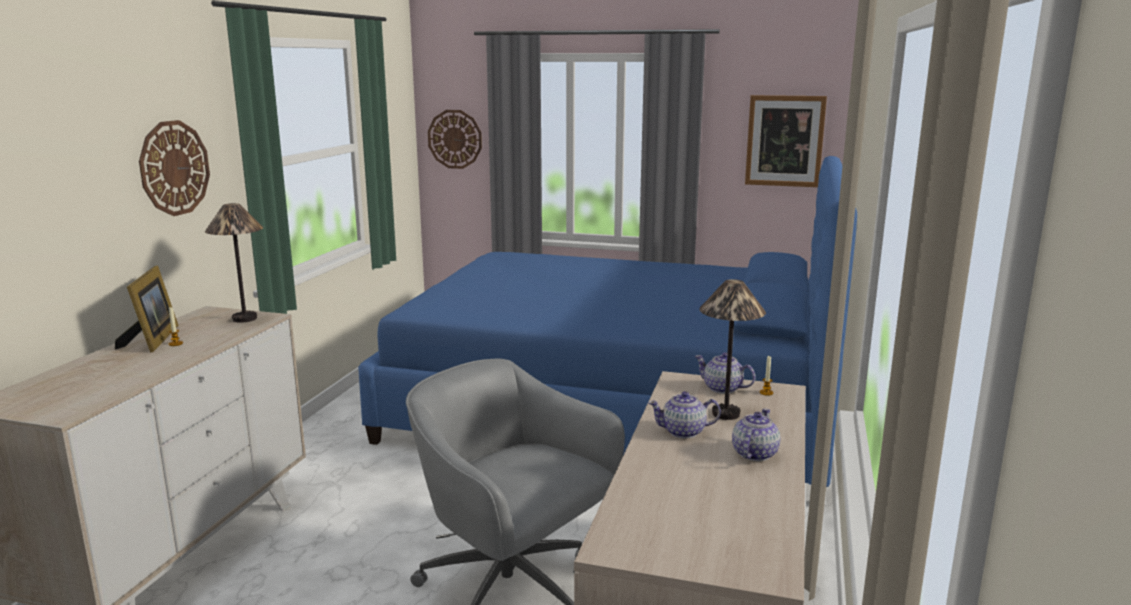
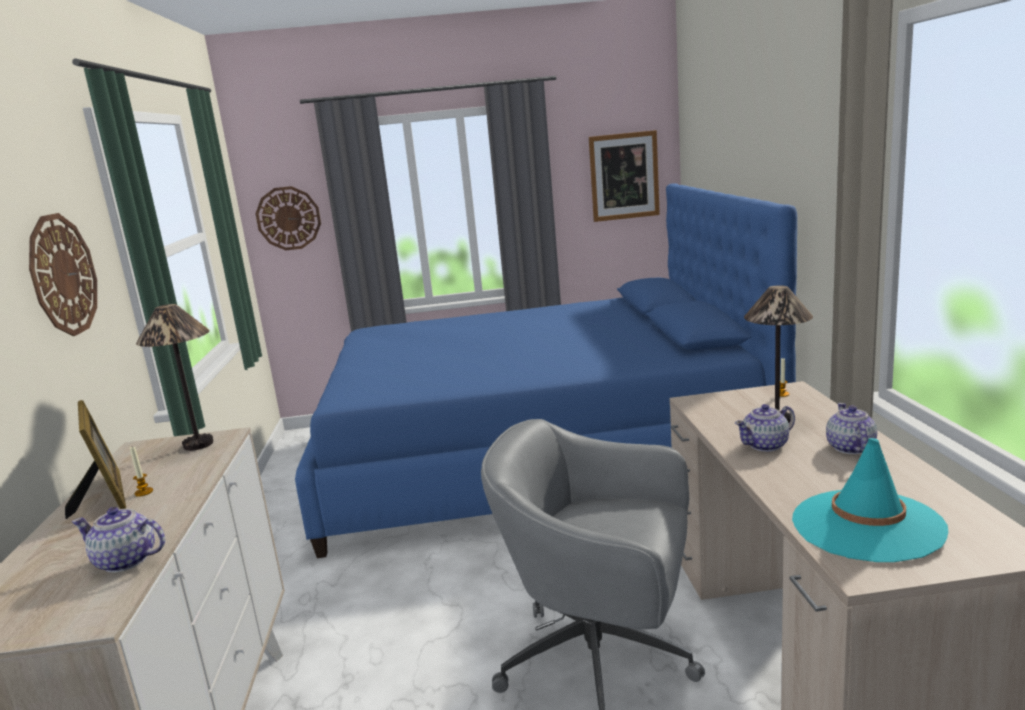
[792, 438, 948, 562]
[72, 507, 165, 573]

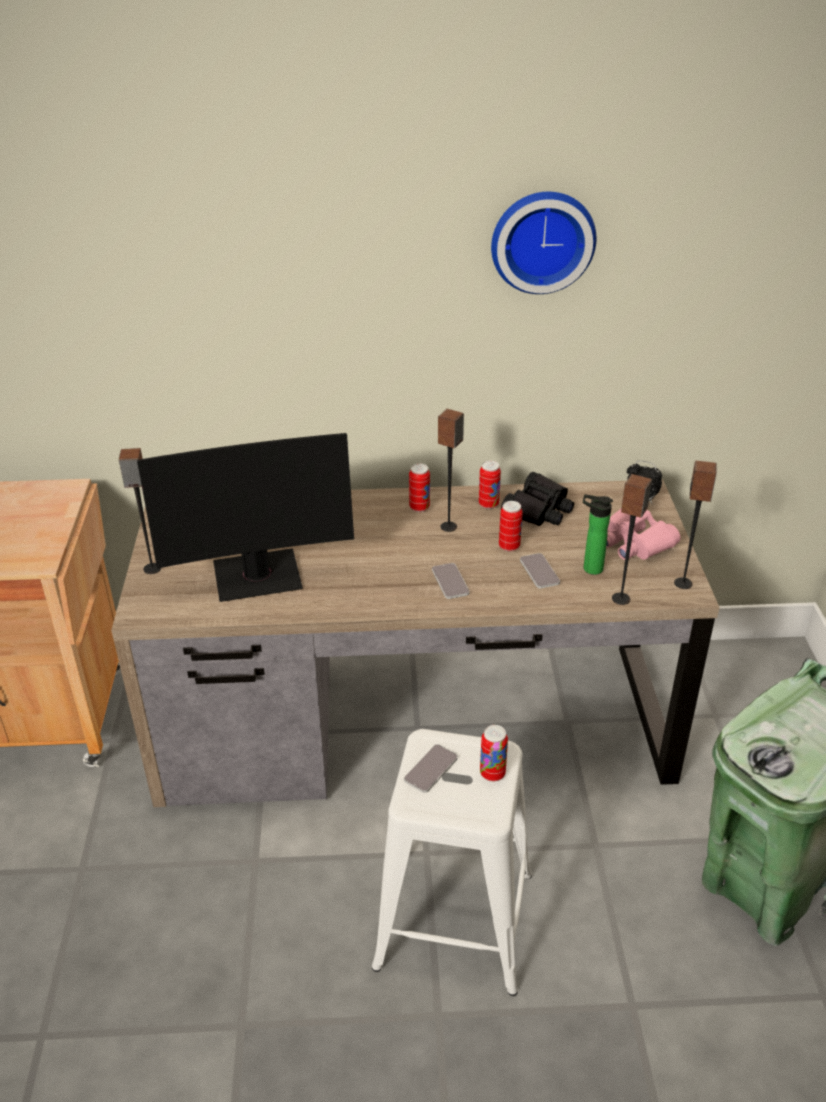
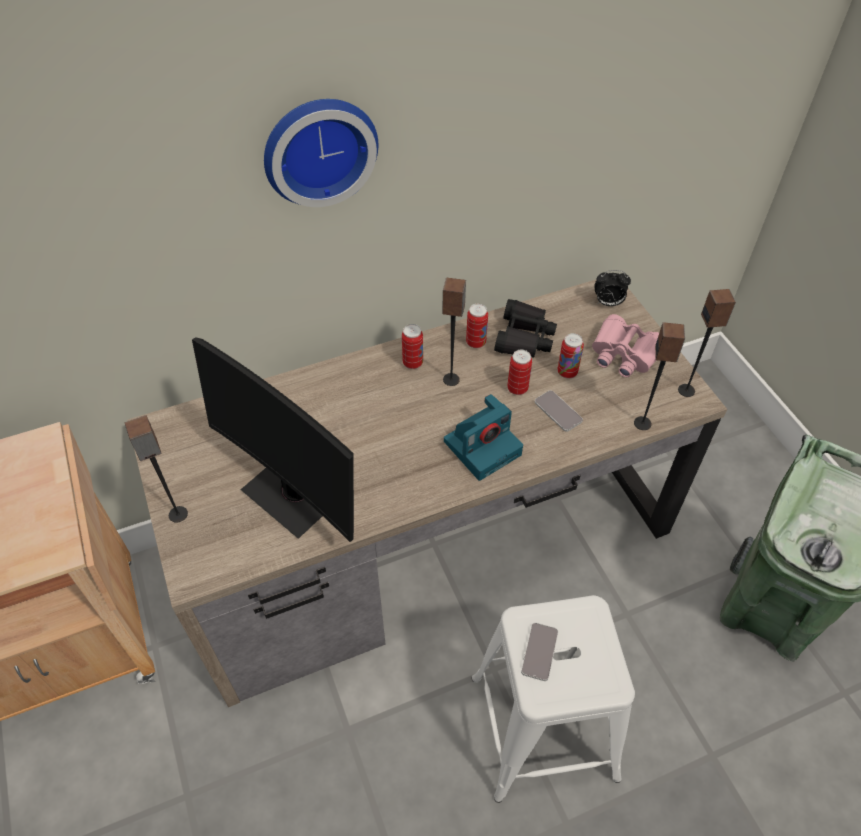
[583, 494, 613, 575] (first image)
[557, 333, 584, 379]
[264, 99, 378, 207]
[444, 394, 523, 481]
[192, 337, 354, 542]

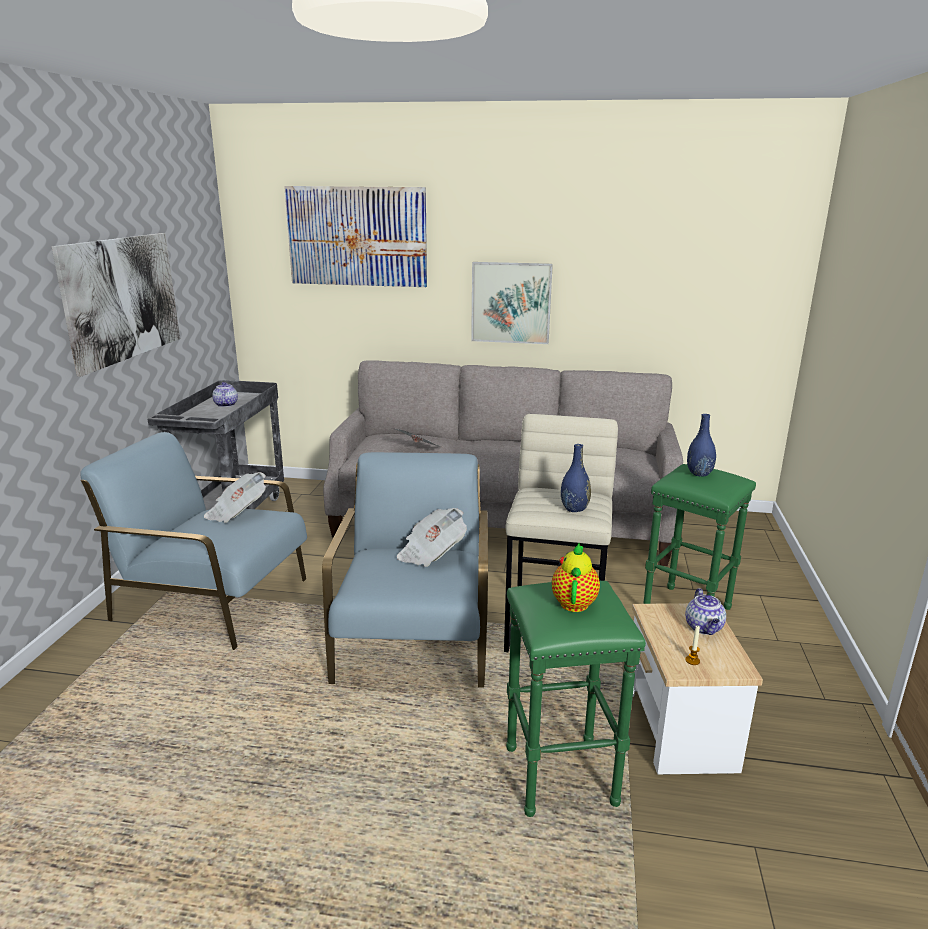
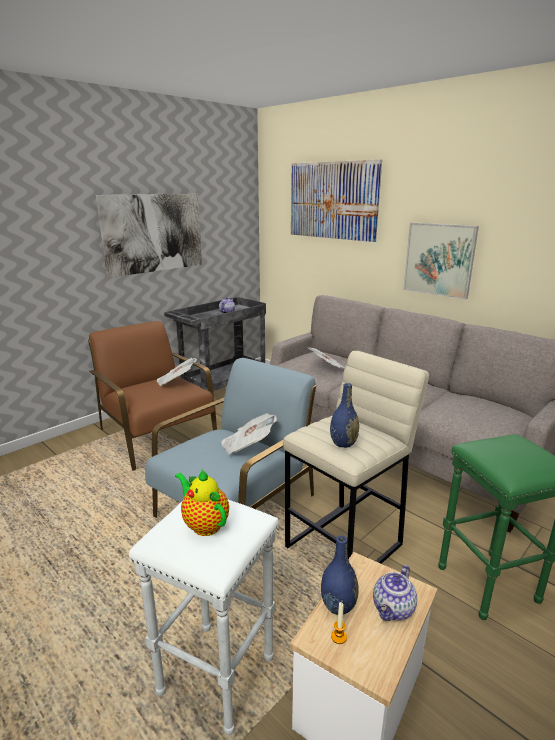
[321, 535, 359, 615]
[88, 321, 217, 471]
[129, 500, 279, 736]
[175, 469, 229, 536]

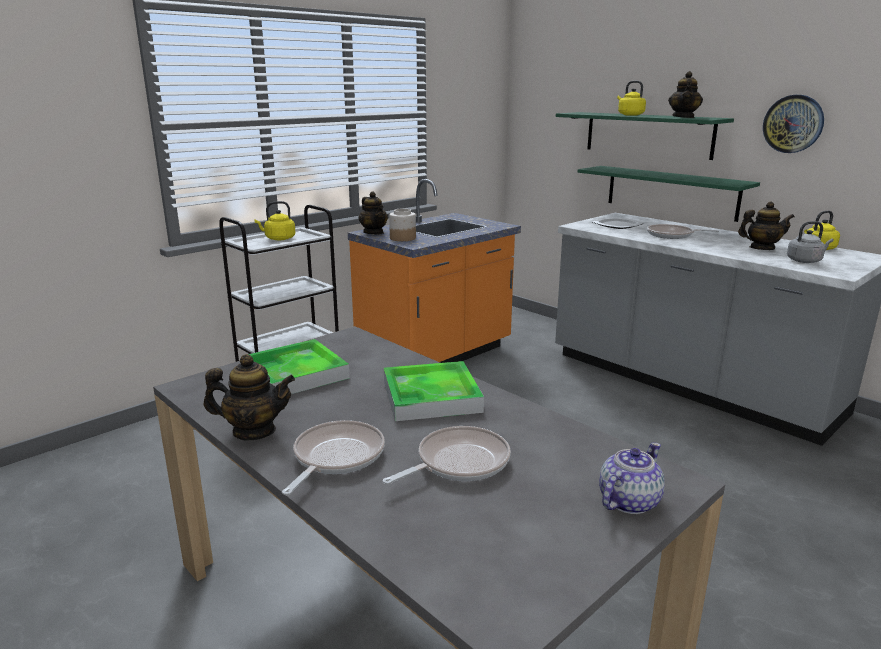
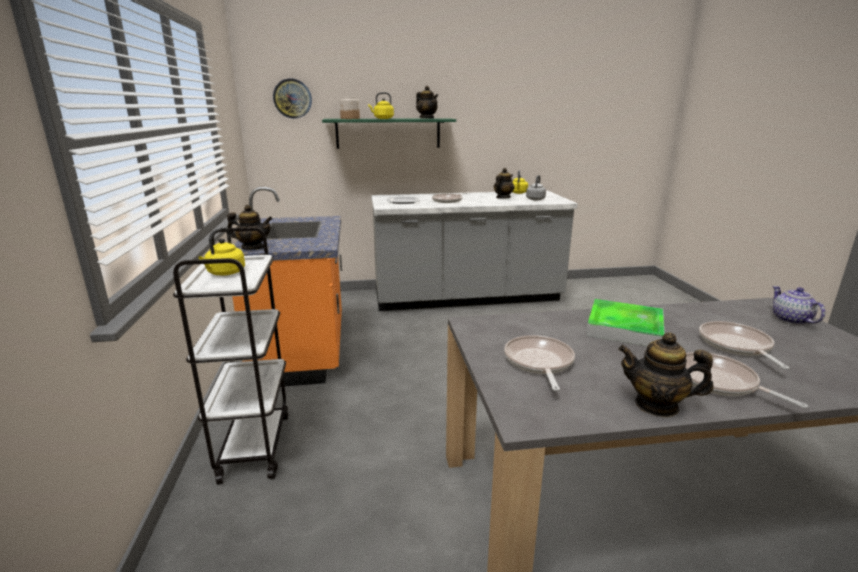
[578, 166, 760, 222] (first image)
[340, 96, 360, 119]
[273, 78, 312, 119]
[504, 335, 575, 391]
[618, 332, 713, 417]

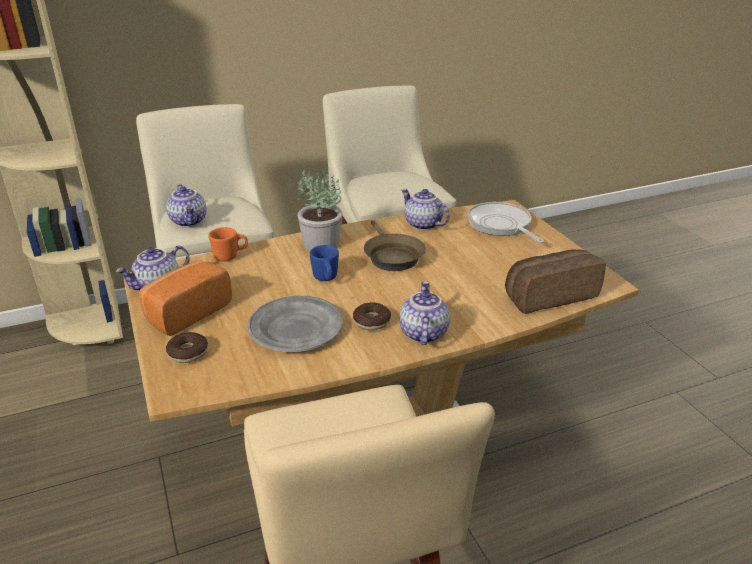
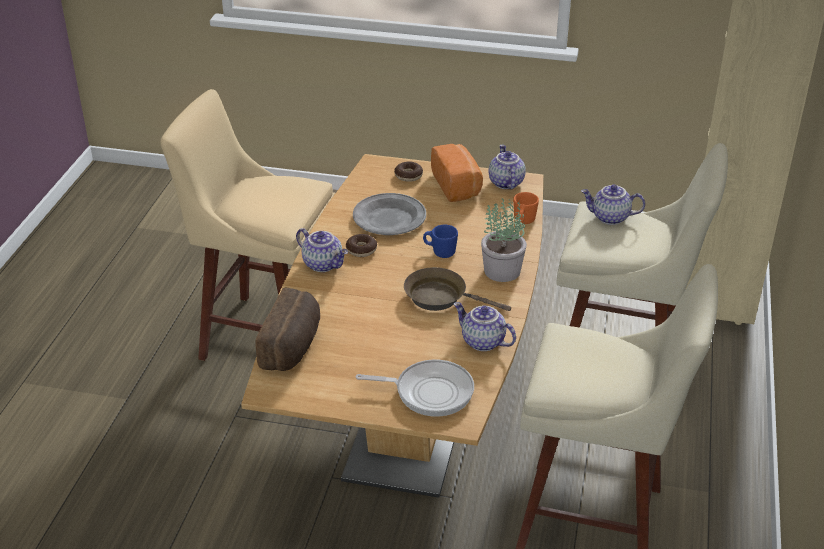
[454, 302, 516, 351]

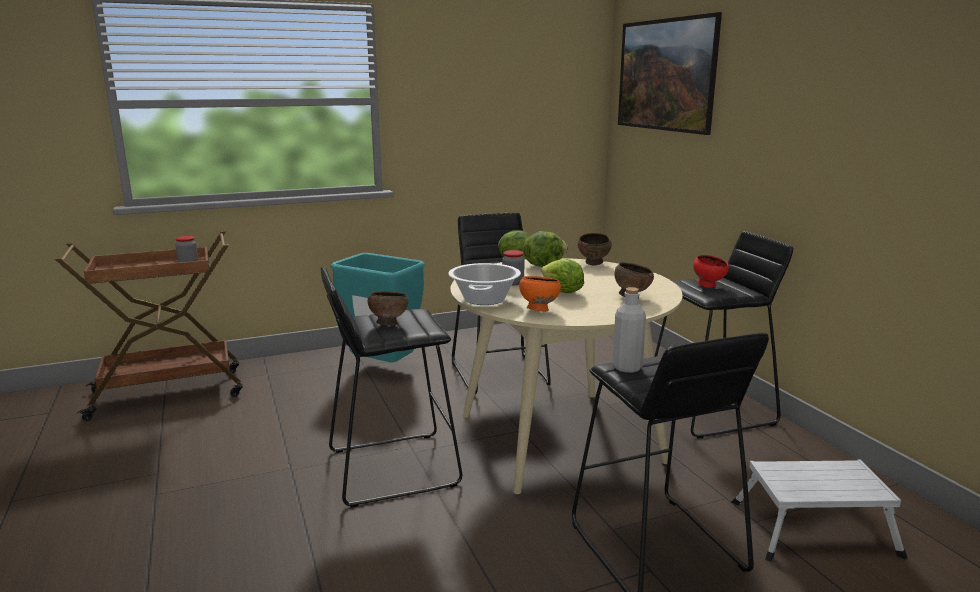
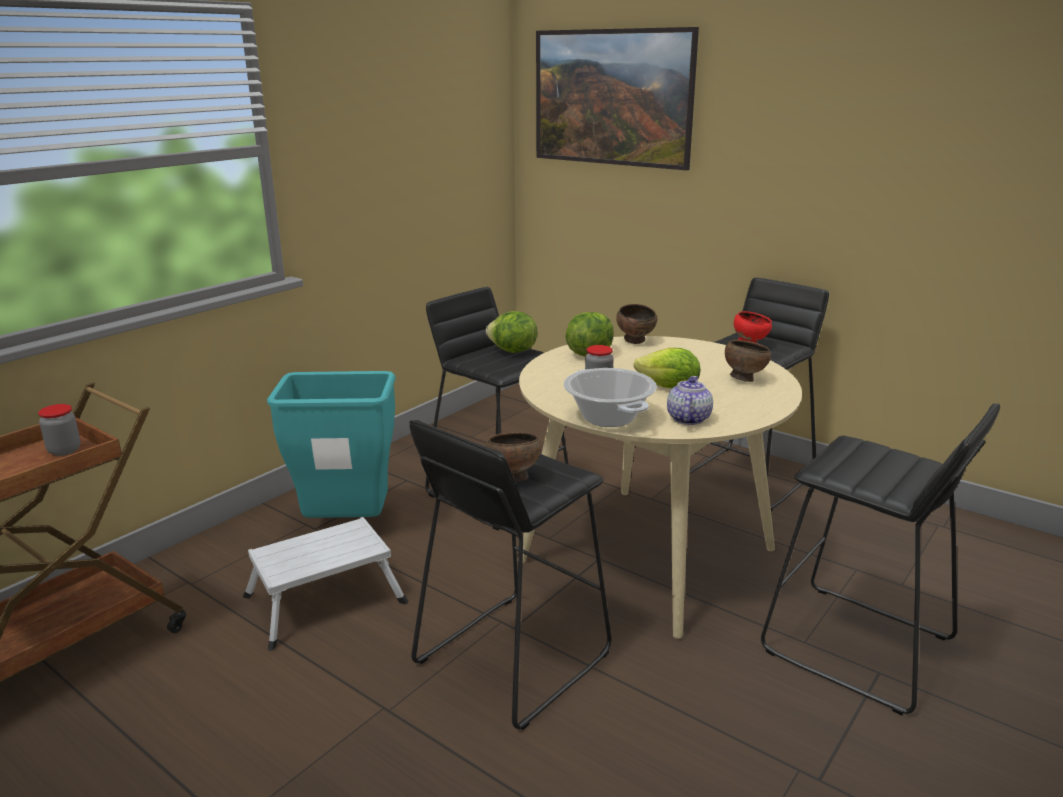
[613, 287, 646, 373] (first image)
[243, 517, 409, 651]
[667, 376, 713, 425]

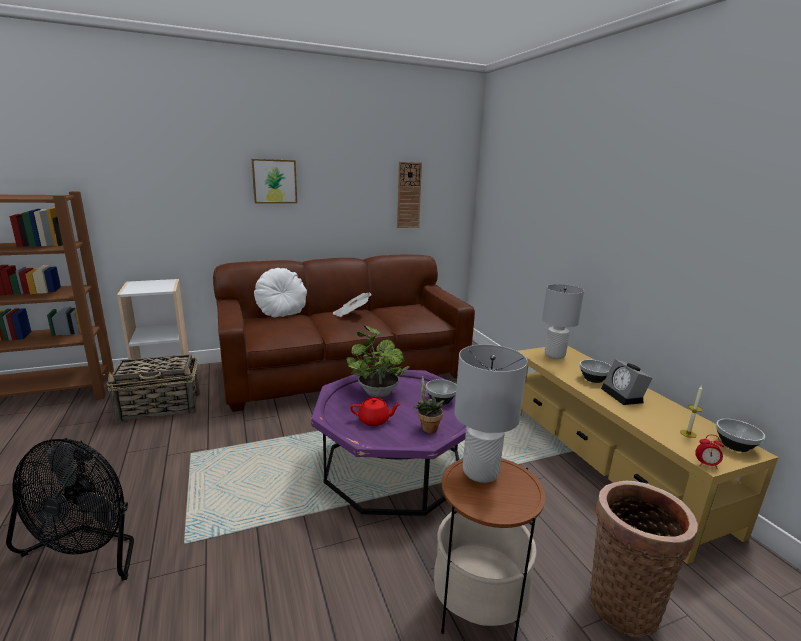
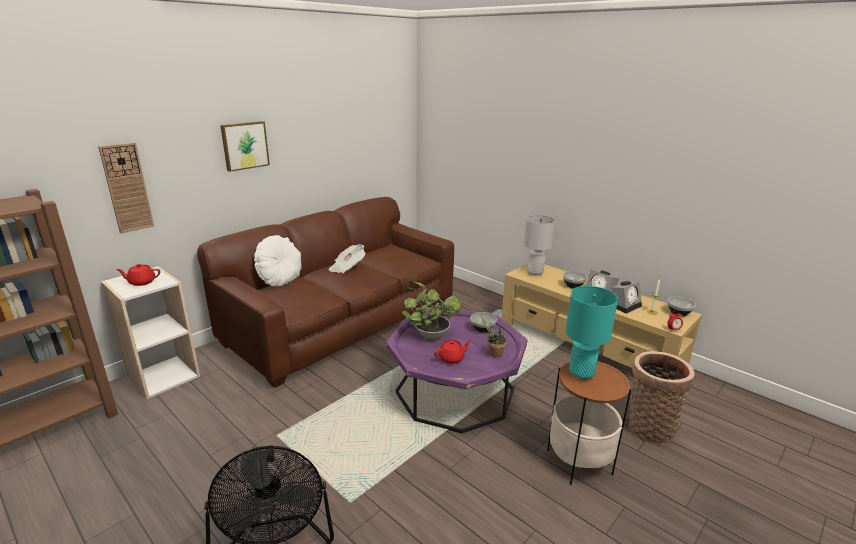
[106, 354, 199, 423] (first image)
[116, 264, 160, 286]
[612, 281, 642, 314]
[98, 143, 154, 233]
[566, 286, 618, 379]

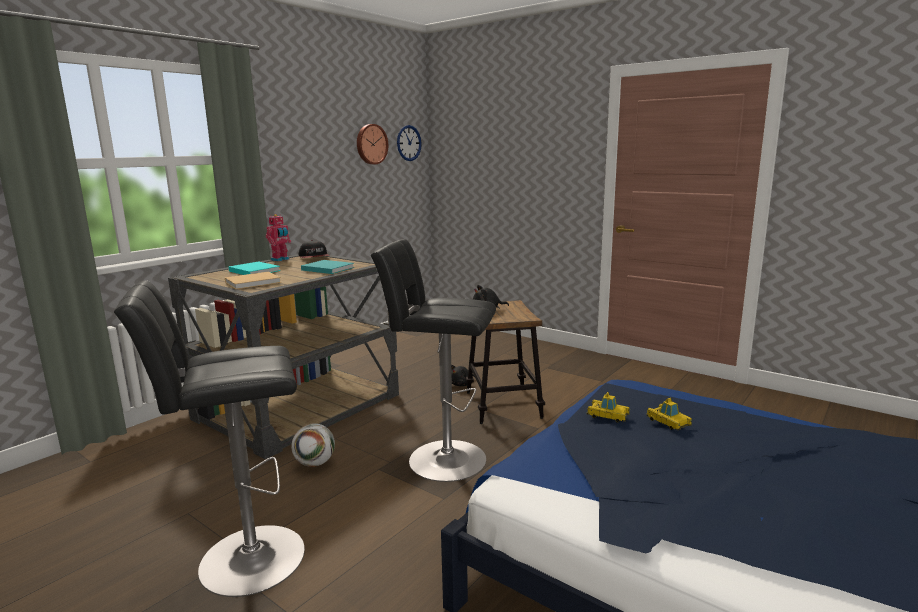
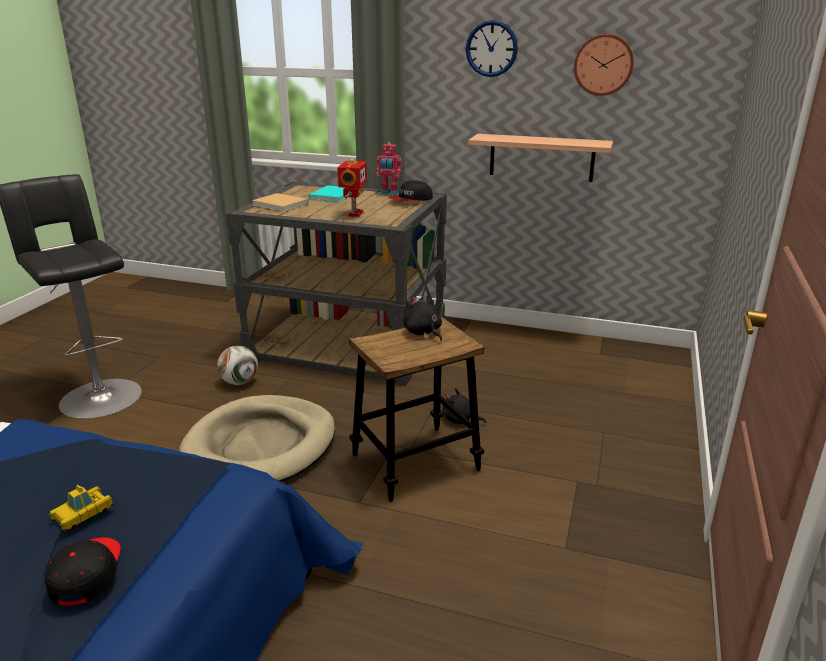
[587, 392, 630, 423] (first image)
[45, 537, 121, 605]
[468, 134, 613, 182]
[466, 20, 518, 77]
[337, 158, 367, 217]
[179, 395, 335, 482]

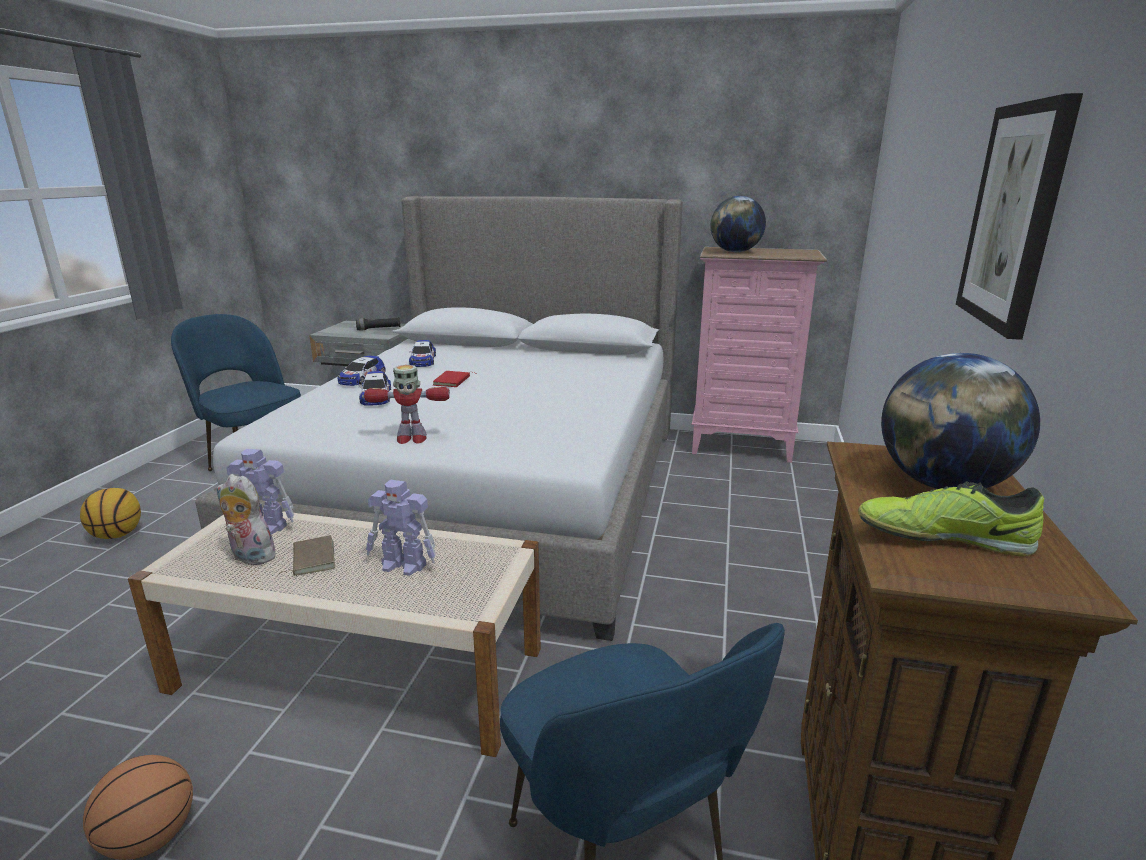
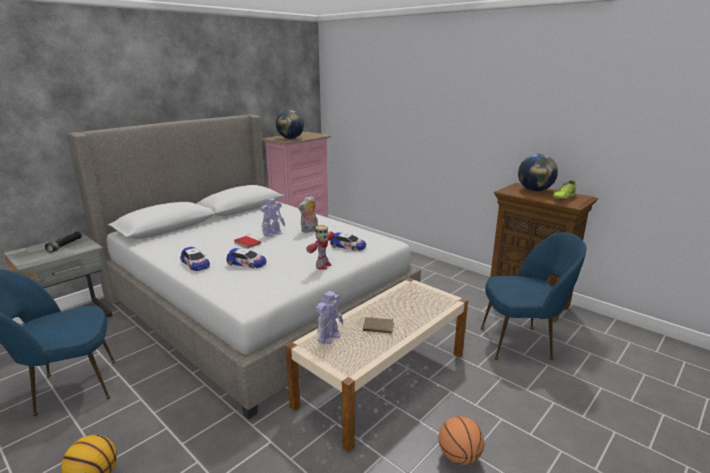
[956, 93, 1083, 340] (first image)
[298, 196, 318, 233]
[261, 198, 285, 237]
[330, 233, 366, 251]

